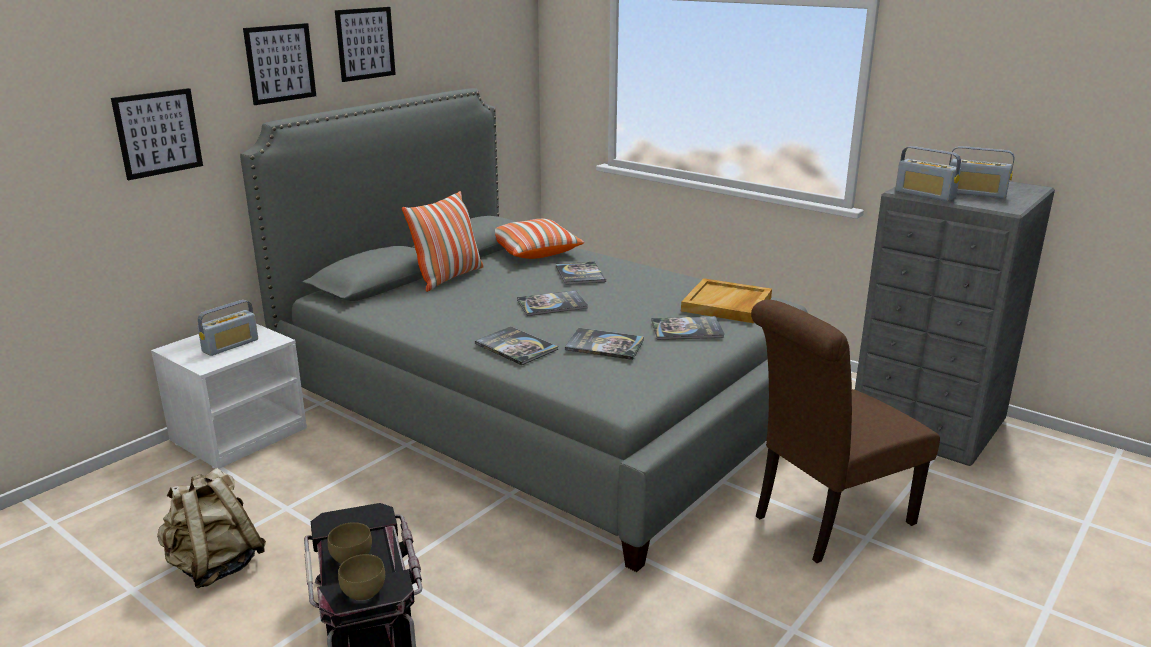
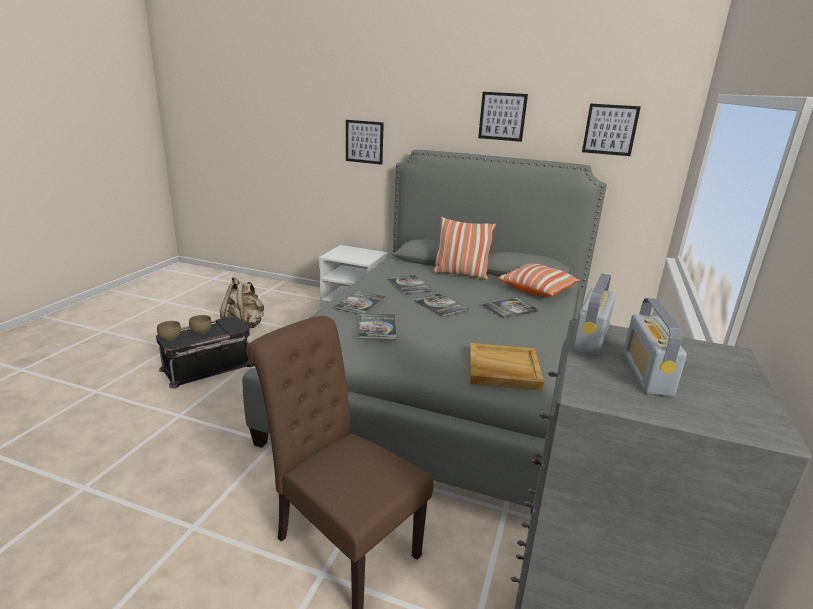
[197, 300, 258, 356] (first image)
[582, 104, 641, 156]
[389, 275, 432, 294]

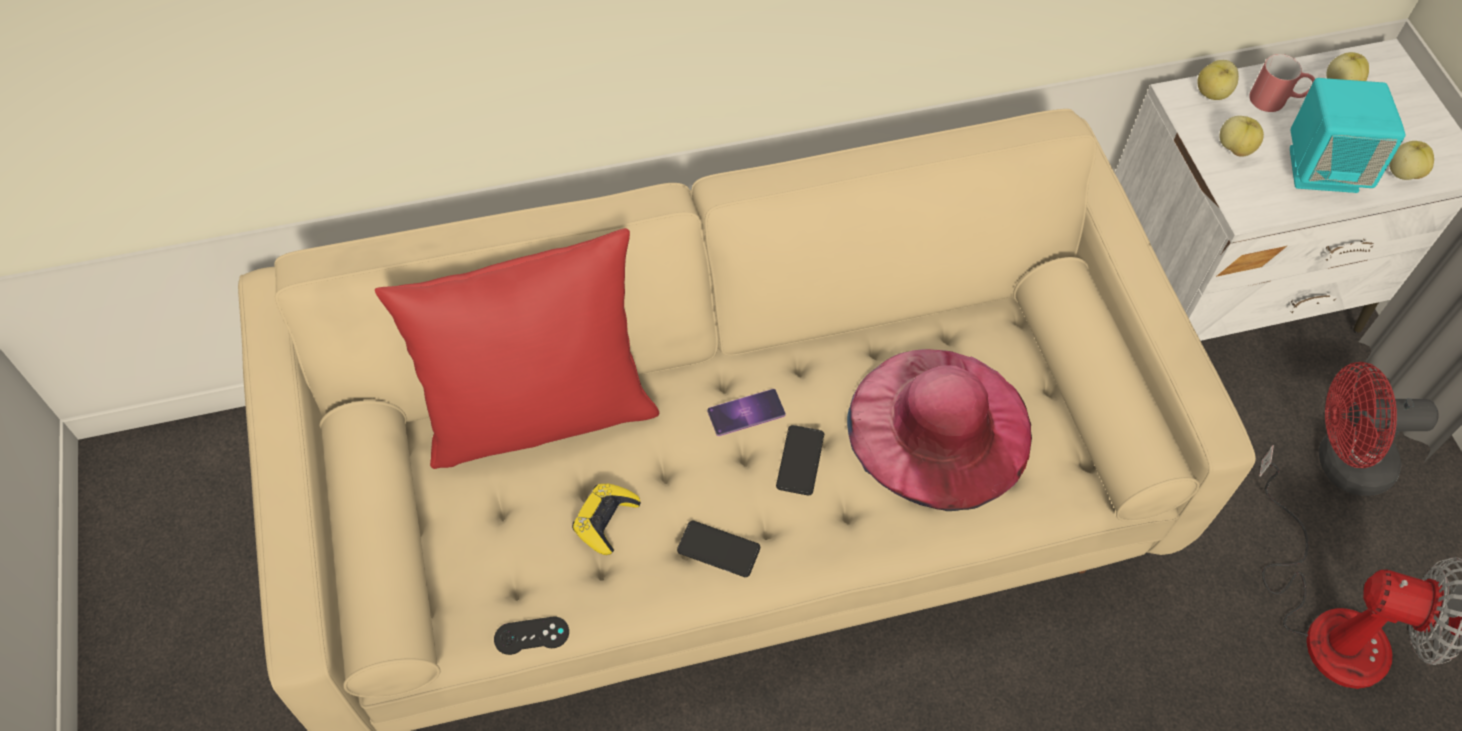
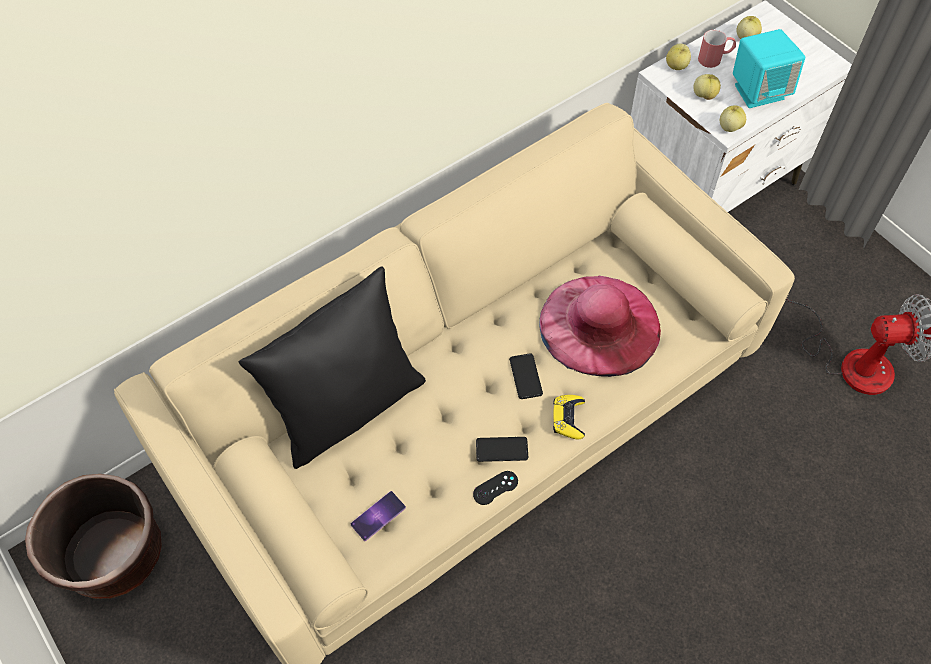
[1319, 362, 1439, 496] (first image)
[25, 474, 162, 599]
[473, 471, 518, 505]
[553, 395, 585, 439]
[351, 491, 406, 541]
[720, 105, 746, 132]
[238, 266, 426, 469]

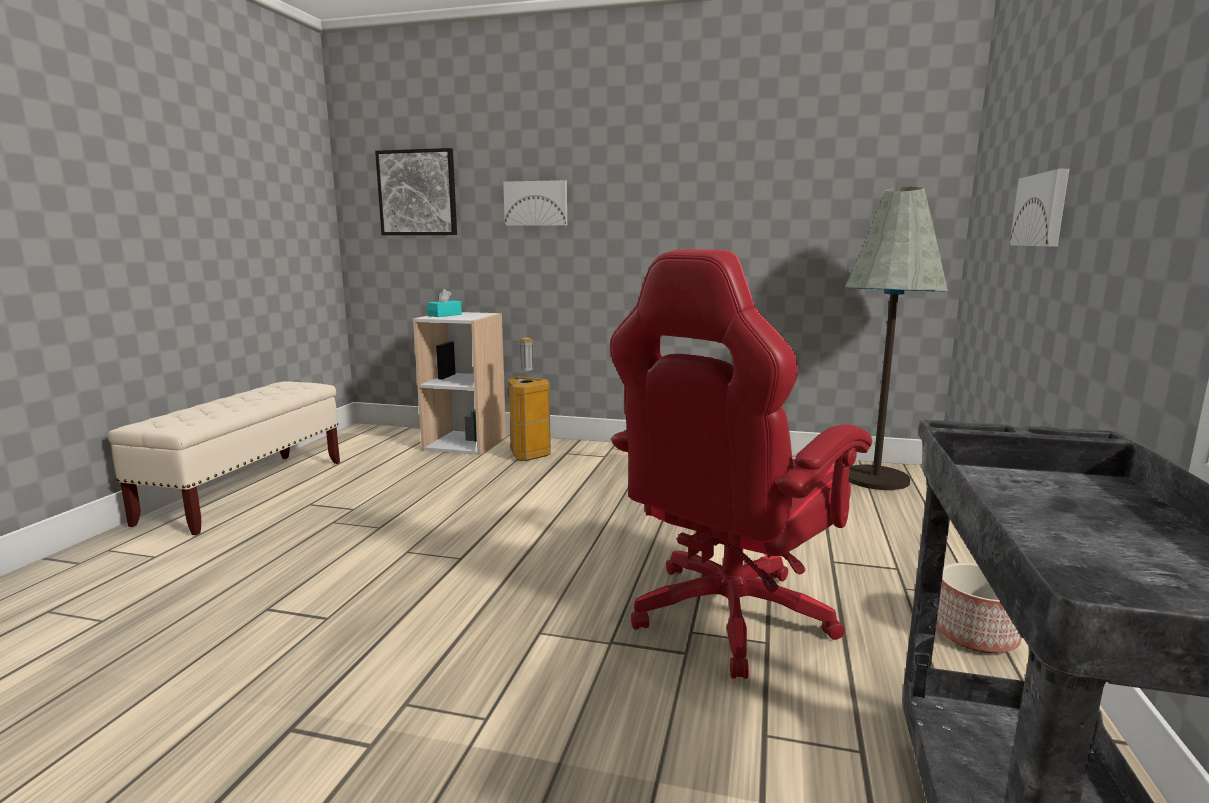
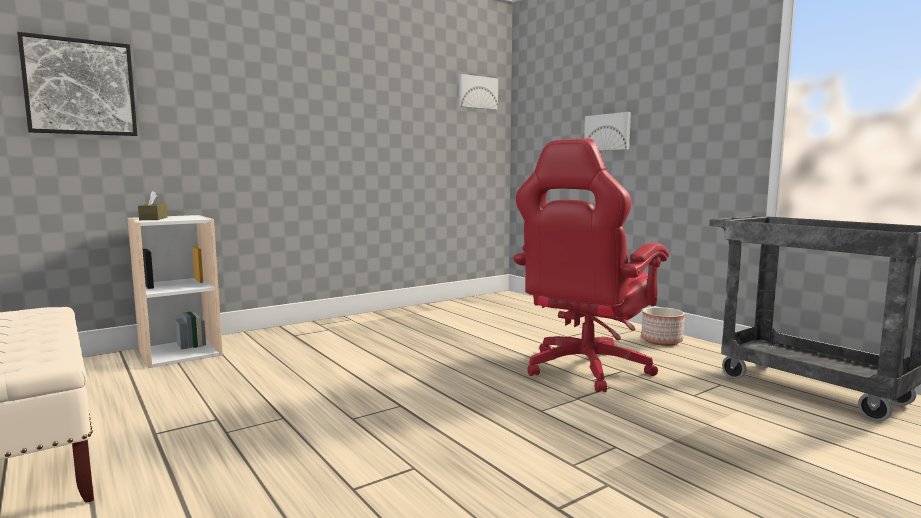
[508, 338, 551, 461] (first image)
[845, 187, 948, 490] (first image)
[459, 74, 498, 110]
[138, 191, 167, 220]
[513, 138, 669, 392]

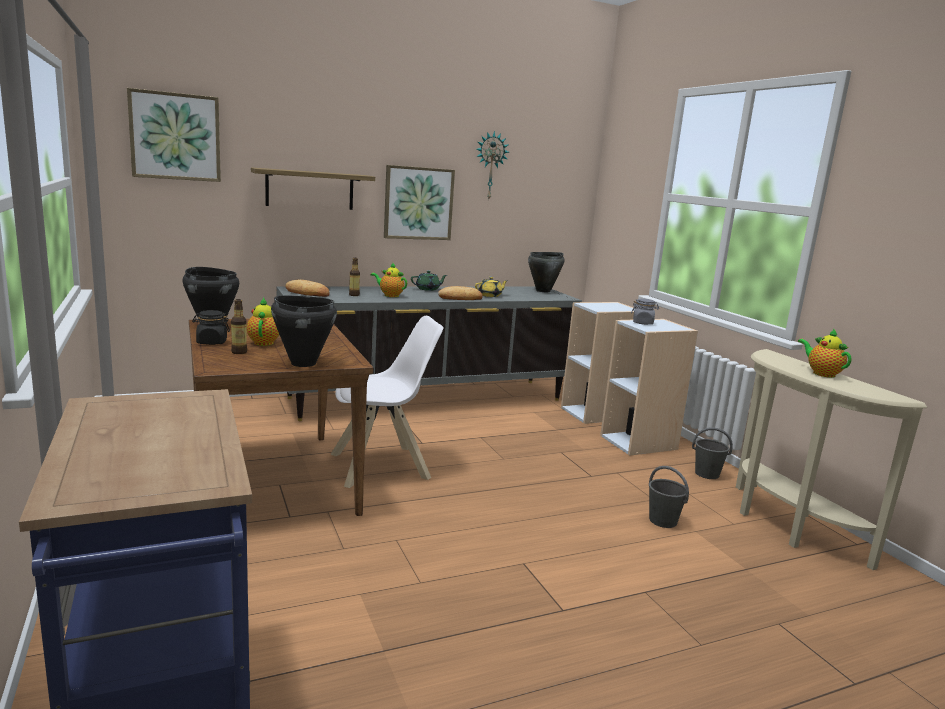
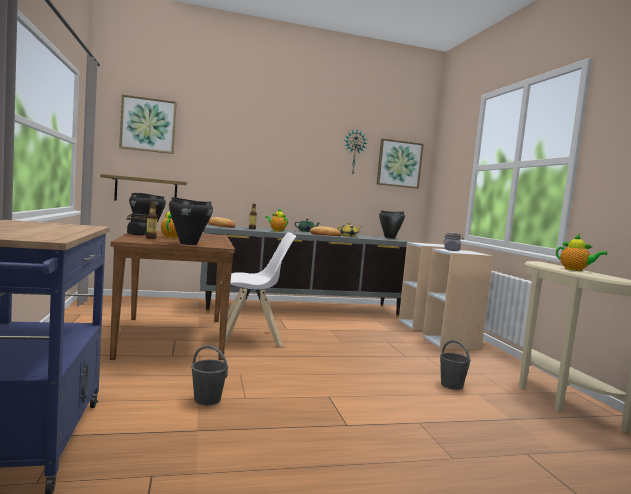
[100, 174, 187, 201]
[377, 138, 424, 189]
[191, 345, 228, 405]
[556, 234, 608, 271]

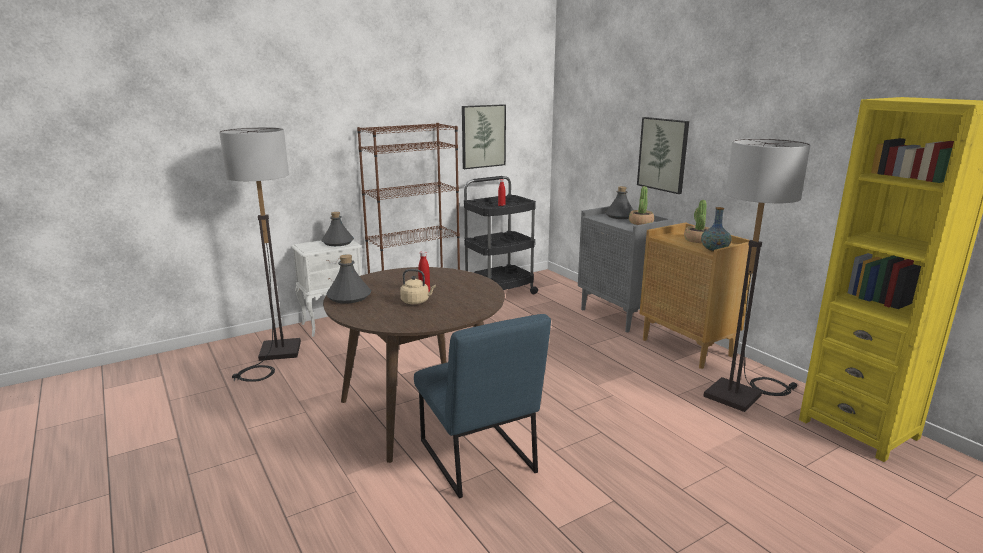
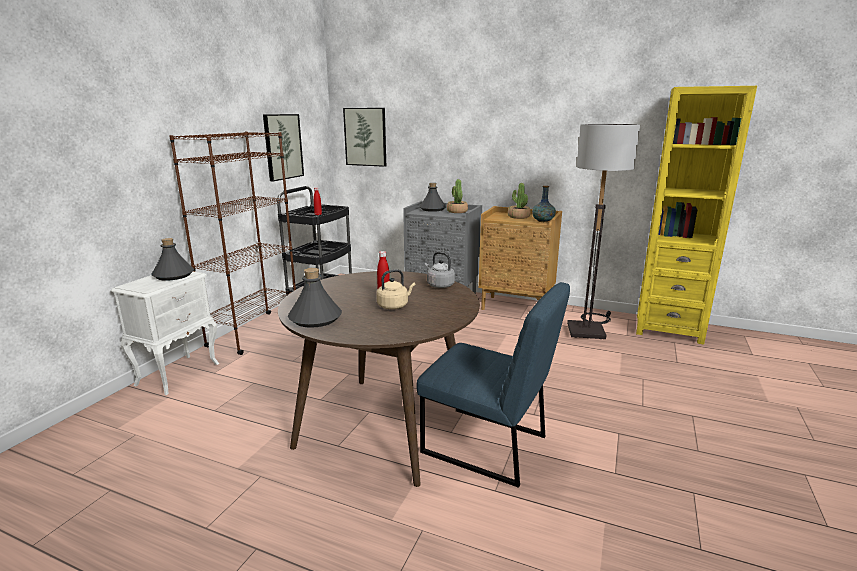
[219, 127, 301, 382] (first image)
[425, 252, 455, 288]
[343, 108, 386, 167]

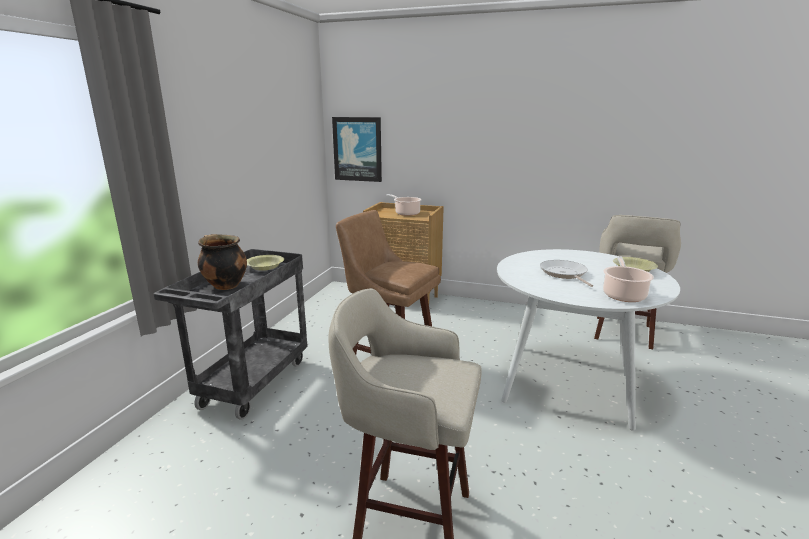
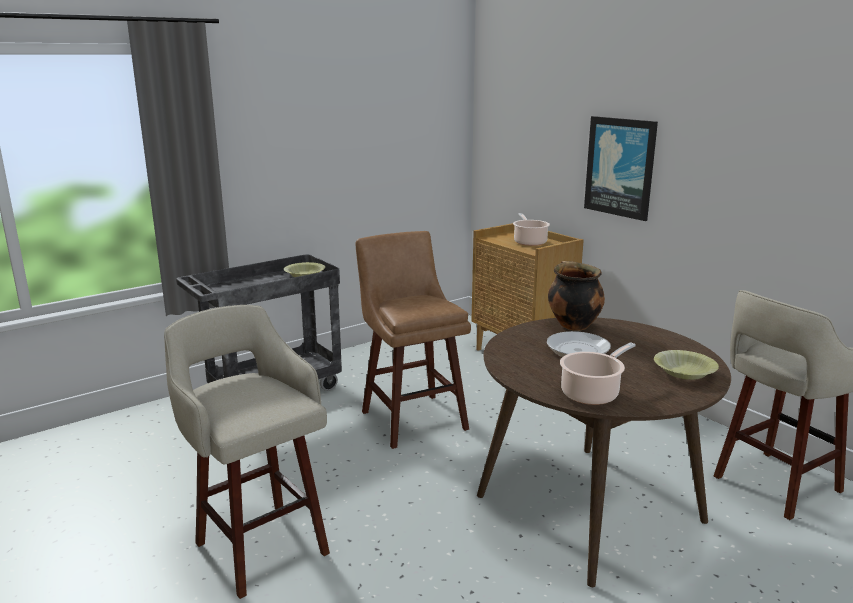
[548, 261, 605, 331]
[584, 116, 658, 221]
[477, 318, 731, 587]

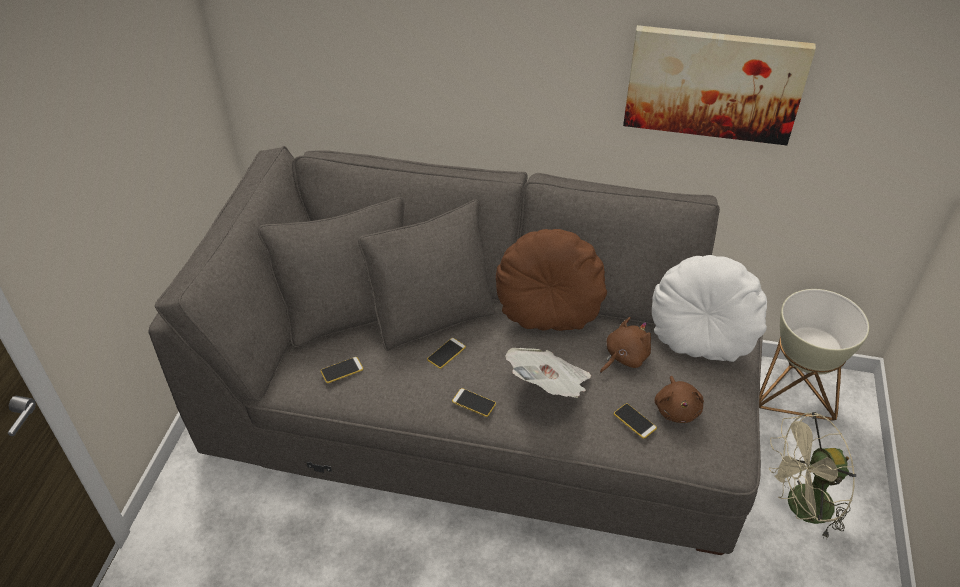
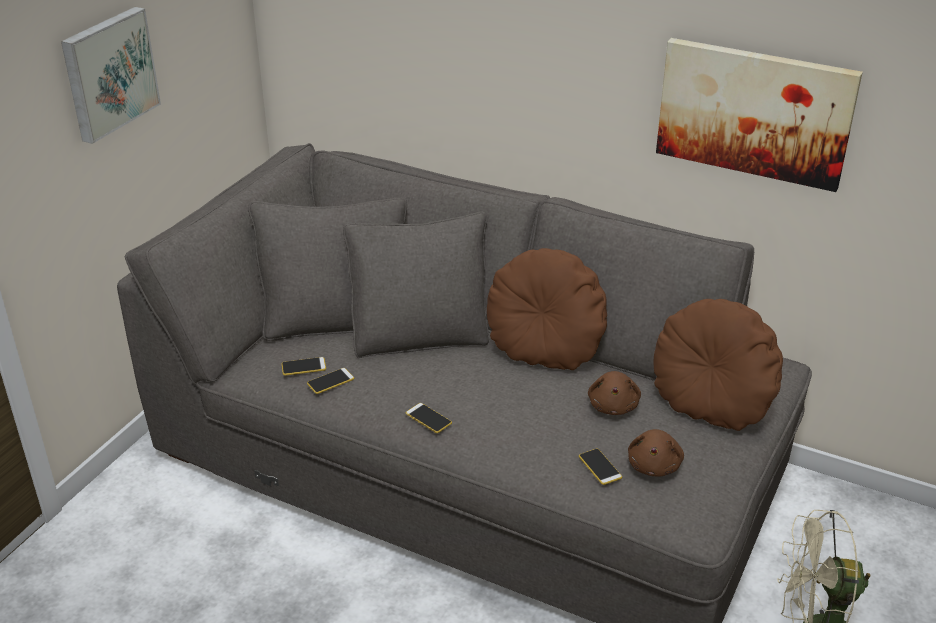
[505, 348, 591, 398] (first image)
[759, 289, 869, 421] (first image)
[61, 7, 161, 144]
[307, 368, 354, 394]
[653, 299, 783, 431]
[588, 371, 641, 415]

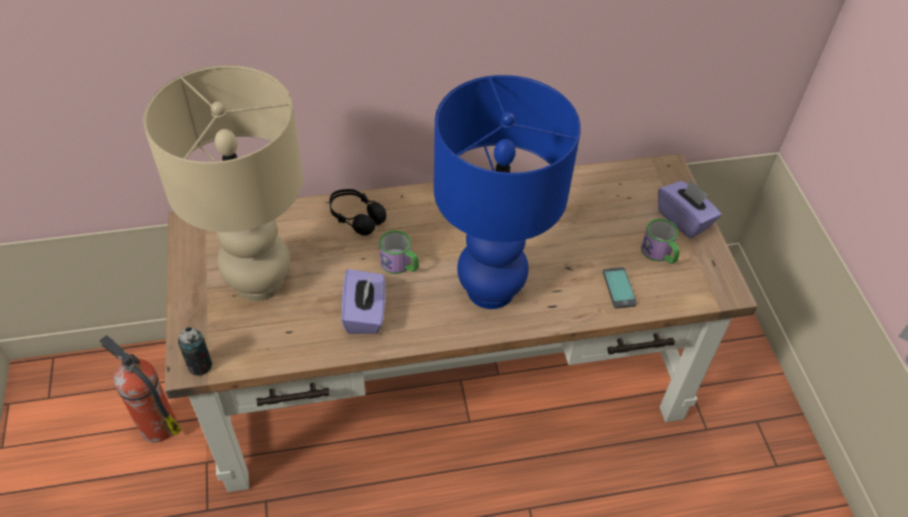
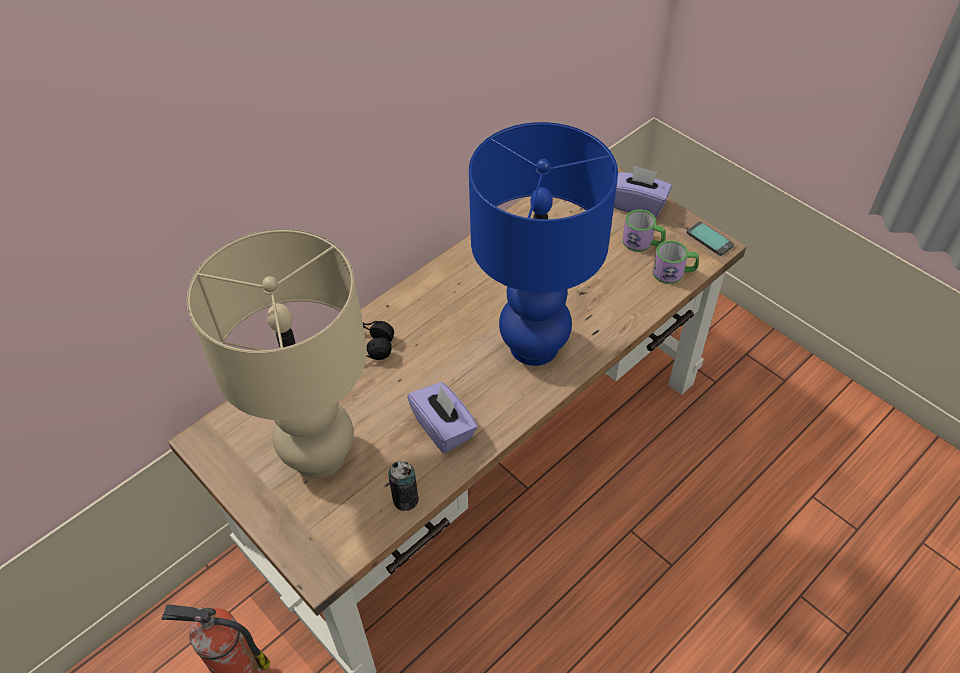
[388, 461, 419, 511]
[652, 240, 699, 284]
[687, 221, 734, 256]

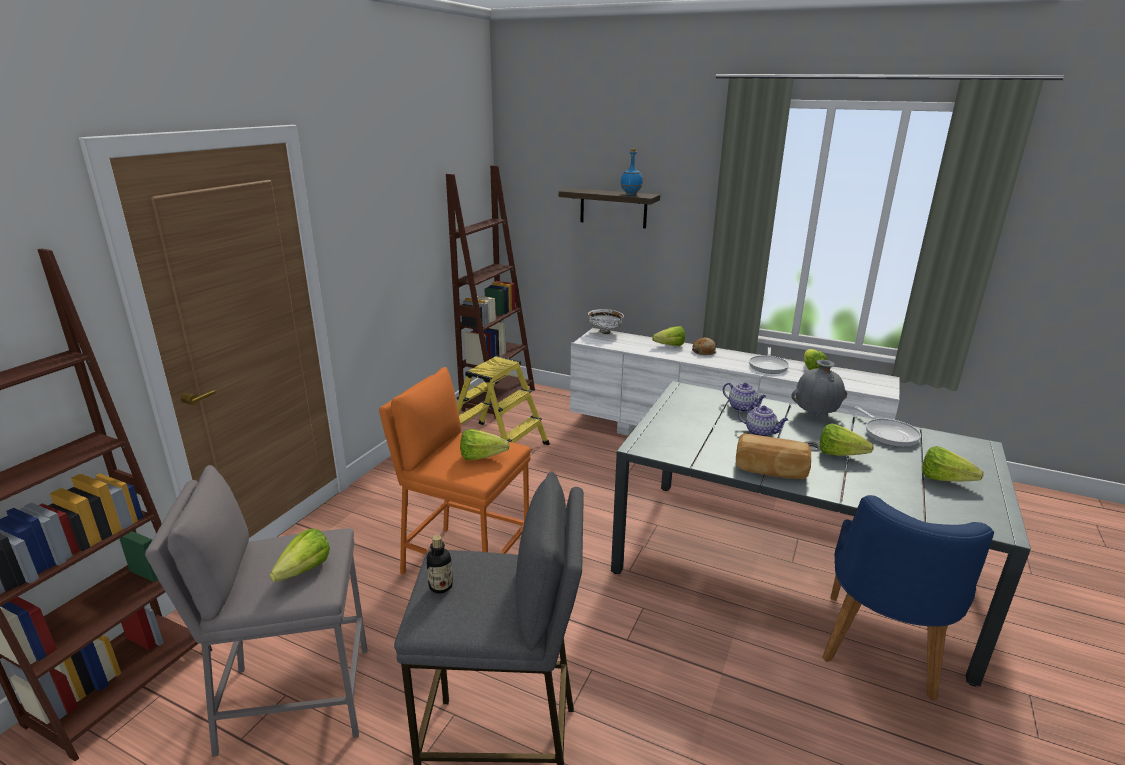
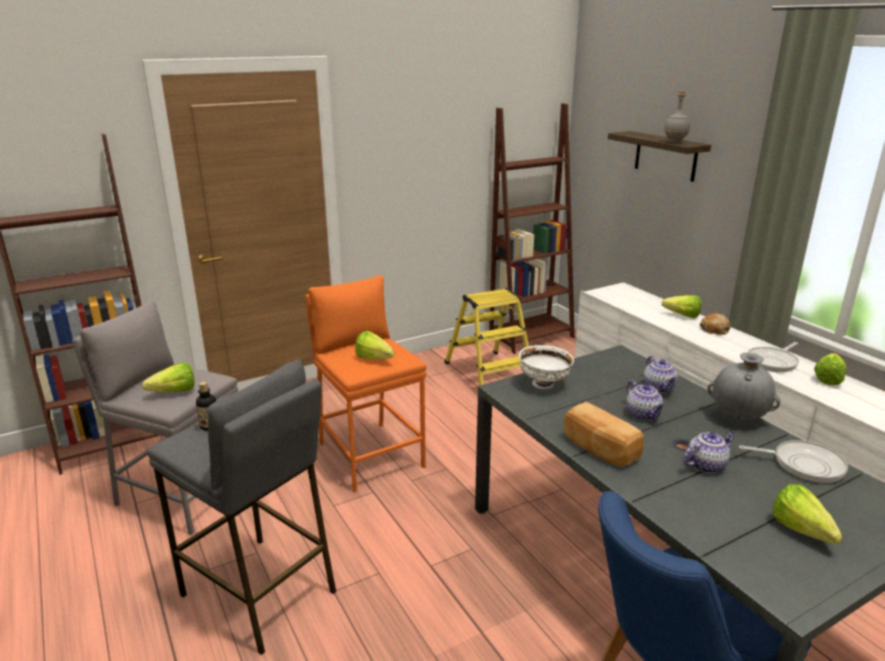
[519, 345, 574, 389]
[683, 432, 736, 473]
[664, 91, 690, 143]
[739, 440, 848, 483]

